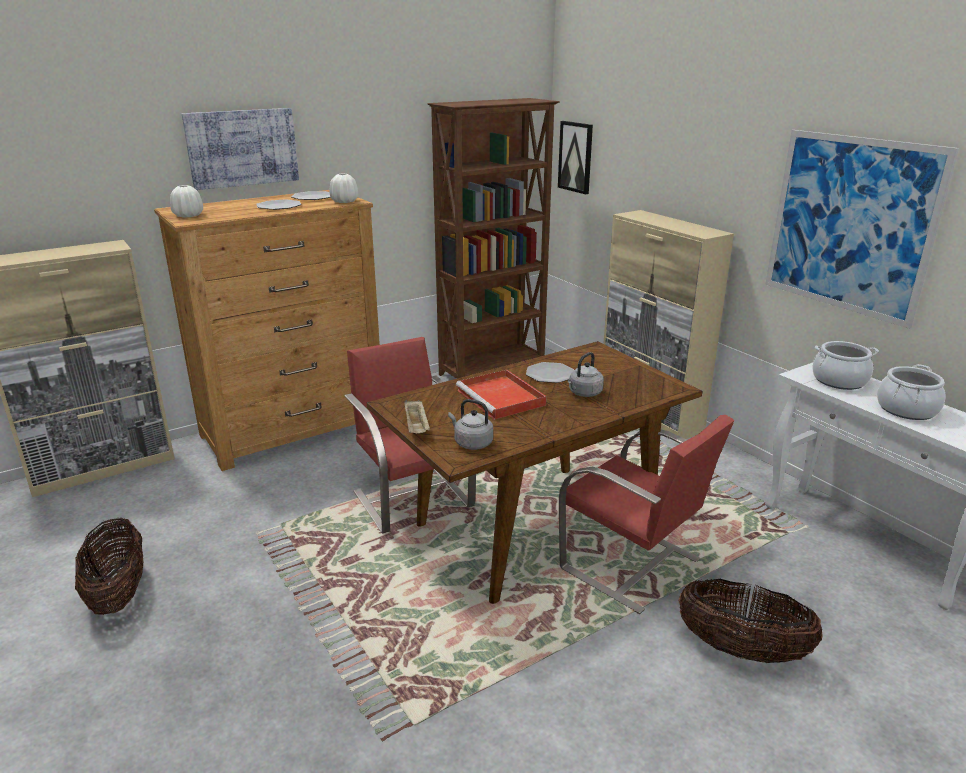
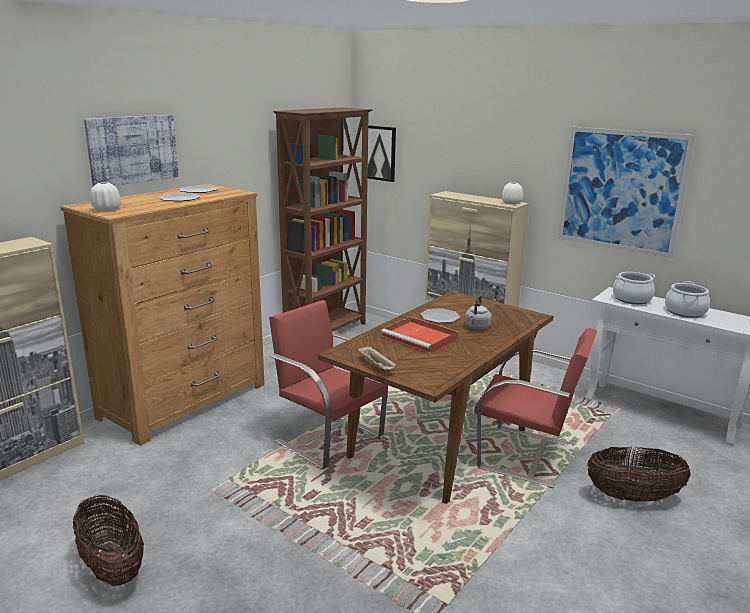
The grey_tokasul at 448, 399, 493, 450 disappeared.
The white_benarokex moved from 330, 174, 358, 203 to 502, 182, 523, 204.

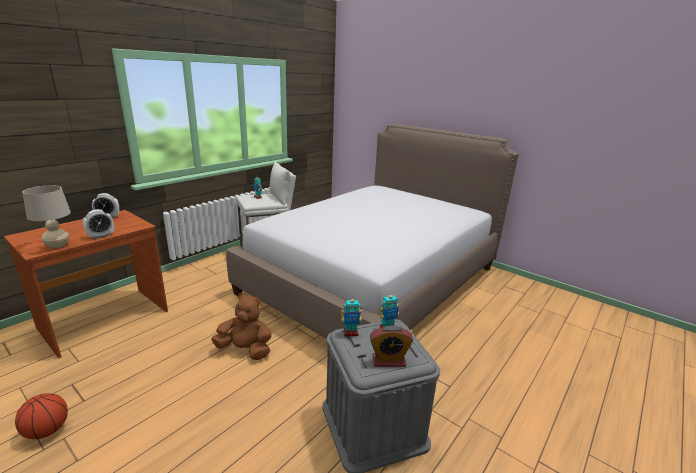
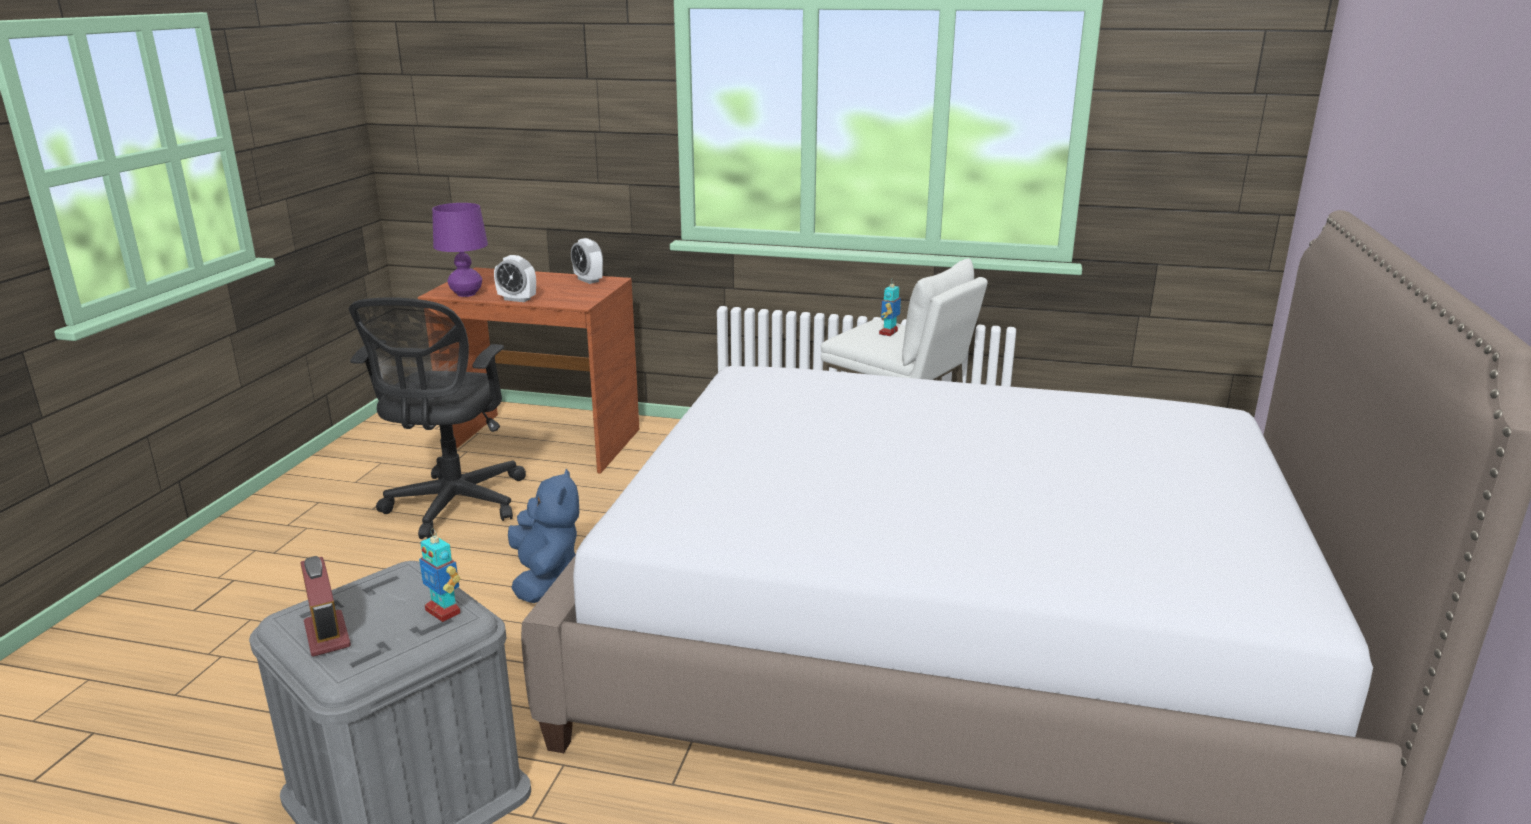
The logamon at 15, 393, 68, 439 disappeared.
The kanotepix at 341, 298, 362, 337 disappeared.
The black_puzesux at 349, 297, 526, 539 appeared.
The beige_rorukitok at 22, 185, 71, 248 became the purple_rorukitok at 432, 203, 488, 297.
The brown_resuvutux at 211, 293, 272, 360 became the blue_resuvutux at 508, 469, 579, 603.

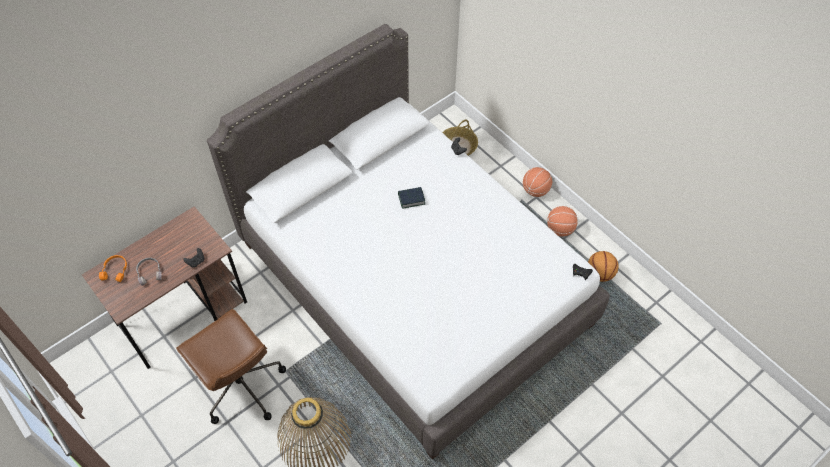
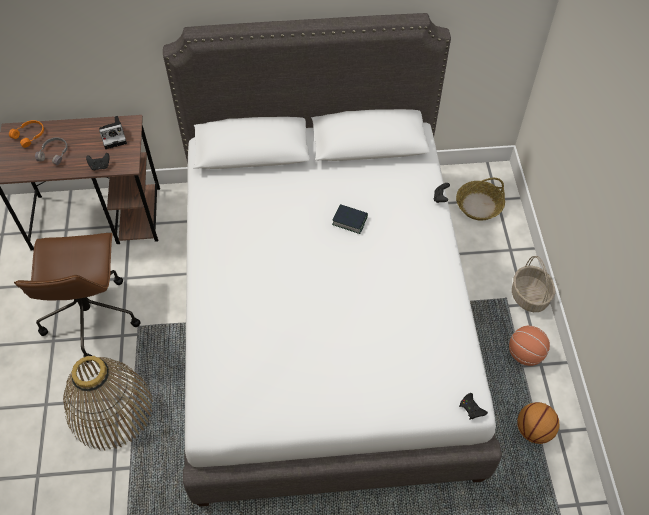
The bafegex at 99, 116, 127, 149 appeared.
The logamon at 523, 167, 552, 197 was replaced by the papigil at 512, 256, 555, 312.

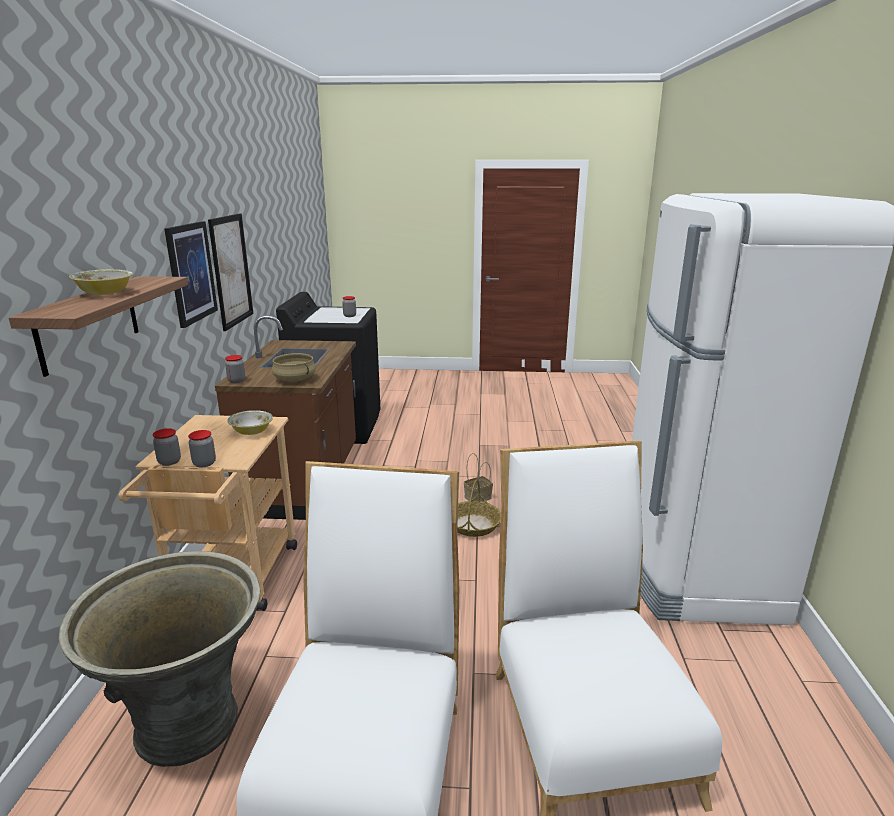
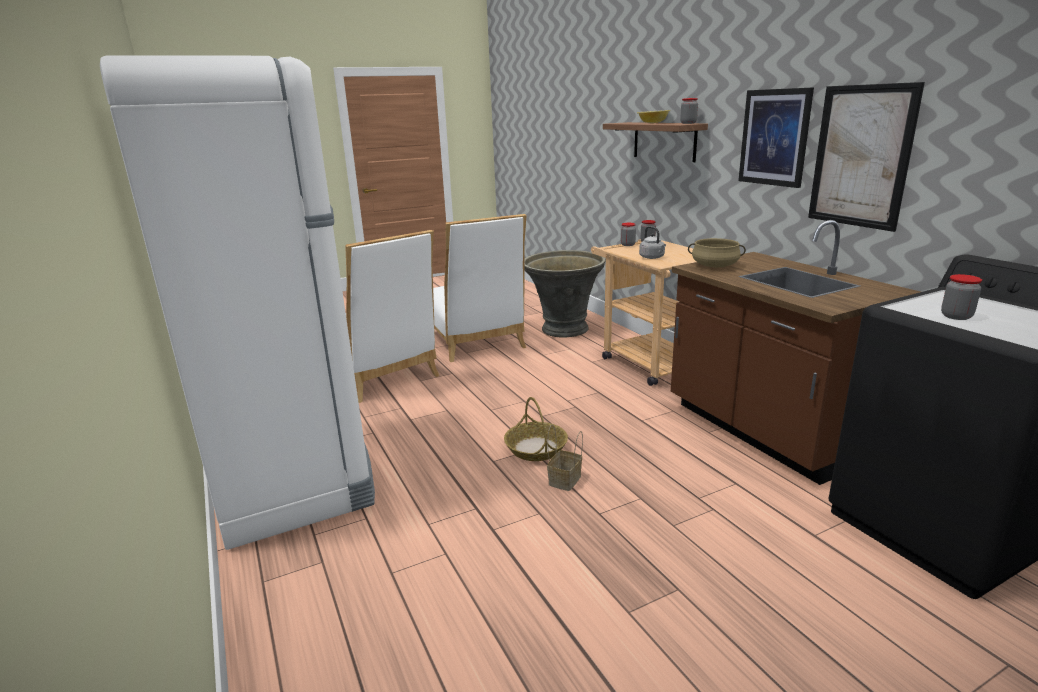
The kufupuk moved from 225, 355, 245, 383 to 680, 98, 698, 124.
The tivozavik at 227, 410, 273, 435 was replaced by the grey_tokasul at 639, 226, 666, 259.

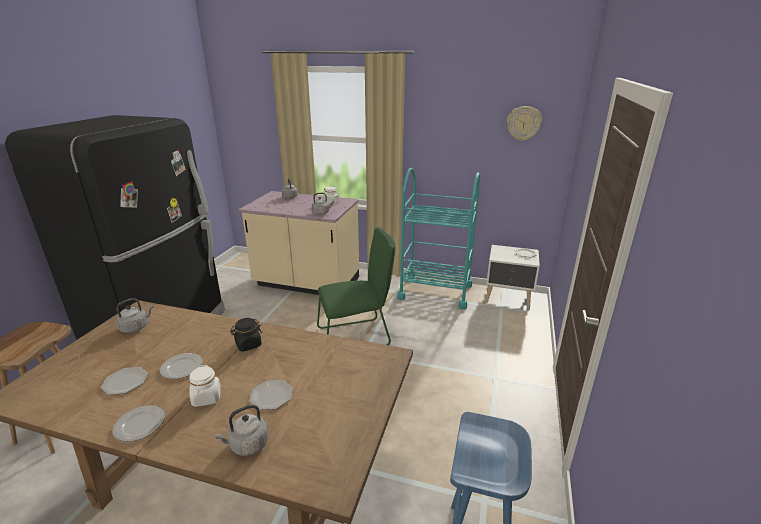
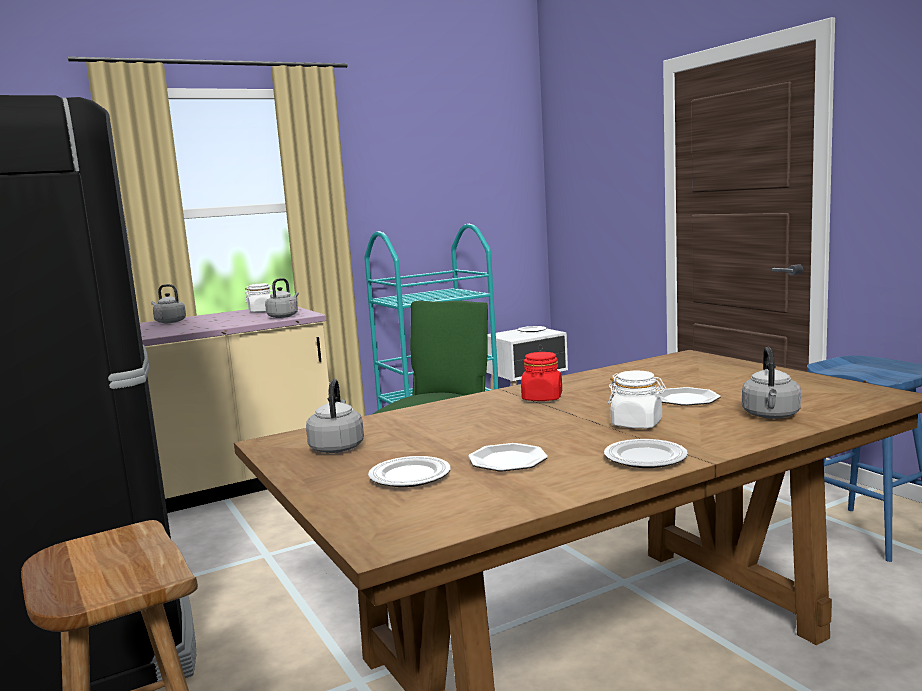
The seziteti at 507, 106, 542, 141 disappeared.
The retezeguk moved from 160, 353, 203, 379 to 368, 456, 450, 487.
The black_kufupuk at 230, 318, 262, 352 became the red_kufupuk at 521, 352, 562, 401.

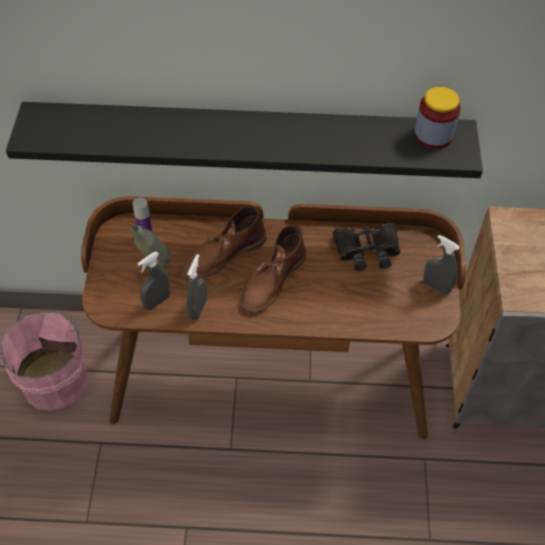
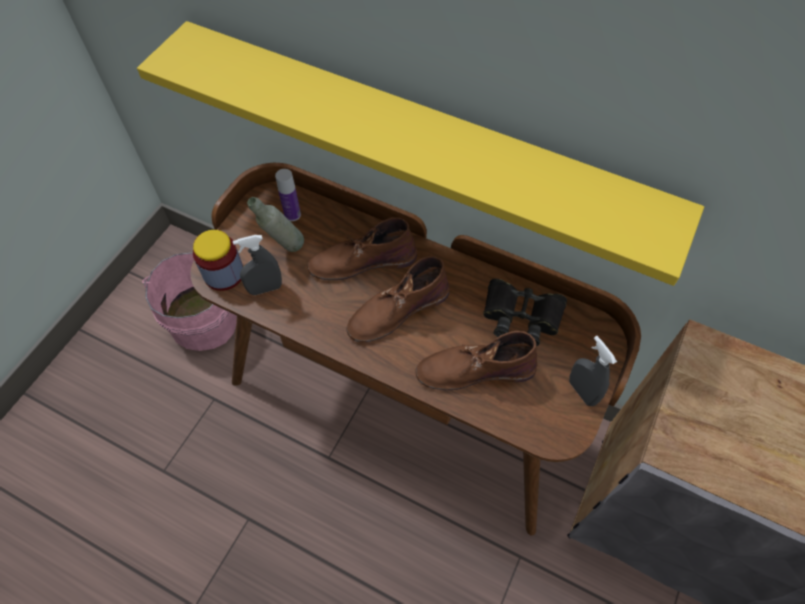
The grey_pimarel at 187, 254, 207, 320 disappeared.
The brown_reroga at 416, 331, 538, 390 appeared.
The kufupuk moved from 414, 87, 461, 149 to 193, 230, 243, 291.
The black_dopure at 6, 102, 483, 178 became the yellow_dopure at 137, 21, 704, 286.

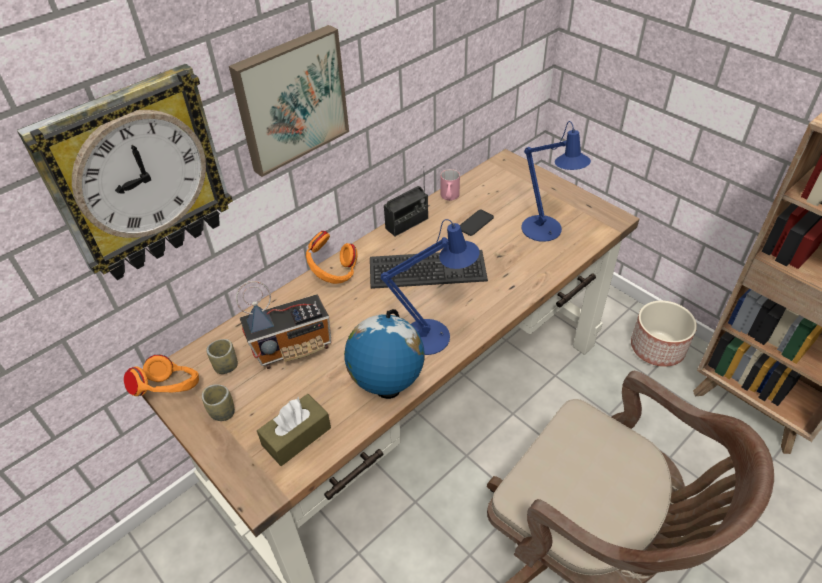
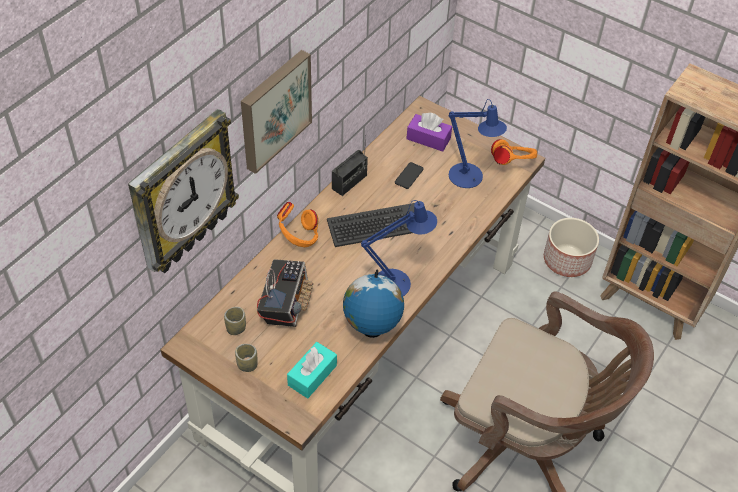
The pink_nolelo at 441, 169, 460, 201 disappeared.
The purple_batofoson at 406, 113, 452, 152 appeared.
The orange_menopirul moved from 124, 354, 199, 396 to 491, 139, 537, 165.
The brown_batofoson at 257, 394, 331, 466 became the turquoise_batofoson at 287, 342, 337, 399.
The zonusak at 236, 281, 332, 369 turned 45 degrees counterclockwise.

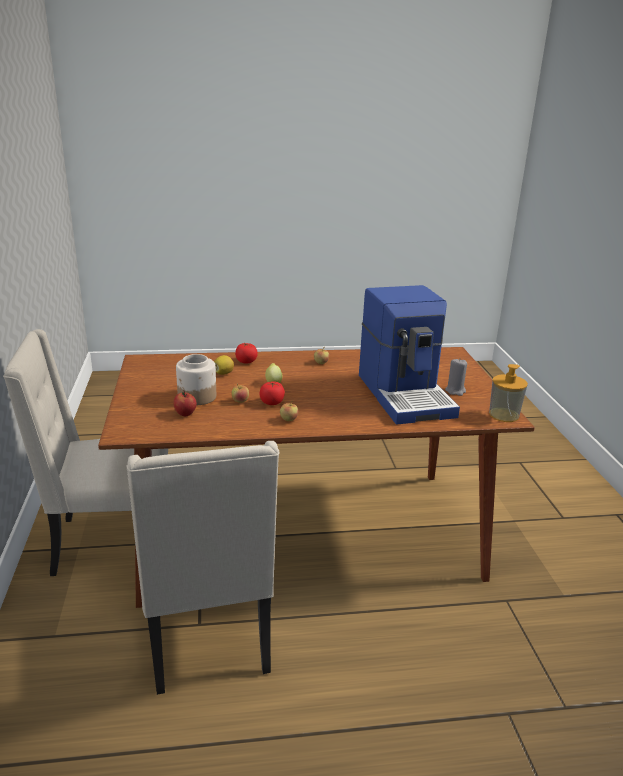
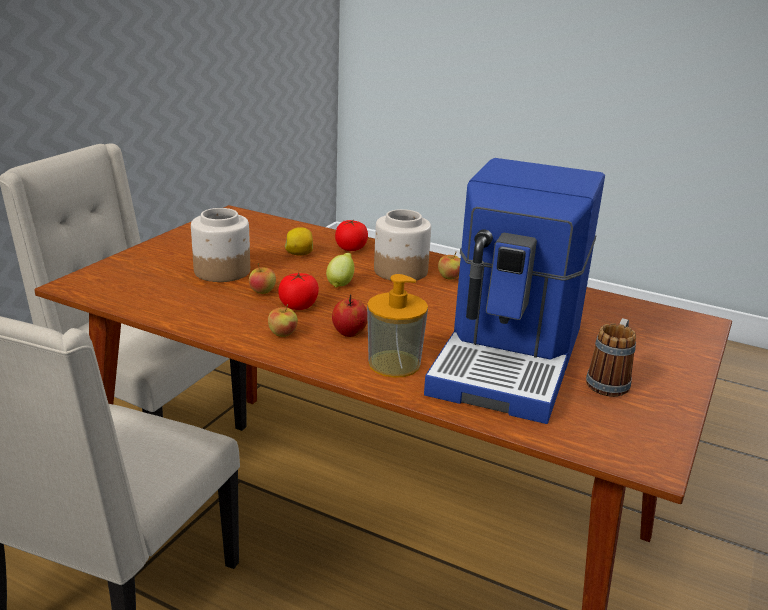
The kufupuk at 374, 209, 431, 280 appeared.
The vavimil moved from 173, 390, 197, 416 to 332, 294, 368, 337.
The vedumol moved from 489, 364, 528, 422 to 367, 274, 428, 378.
The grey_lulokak at 445, 359, 467, 396 was replaced by the nolelo at 586, 318, 636, 397.

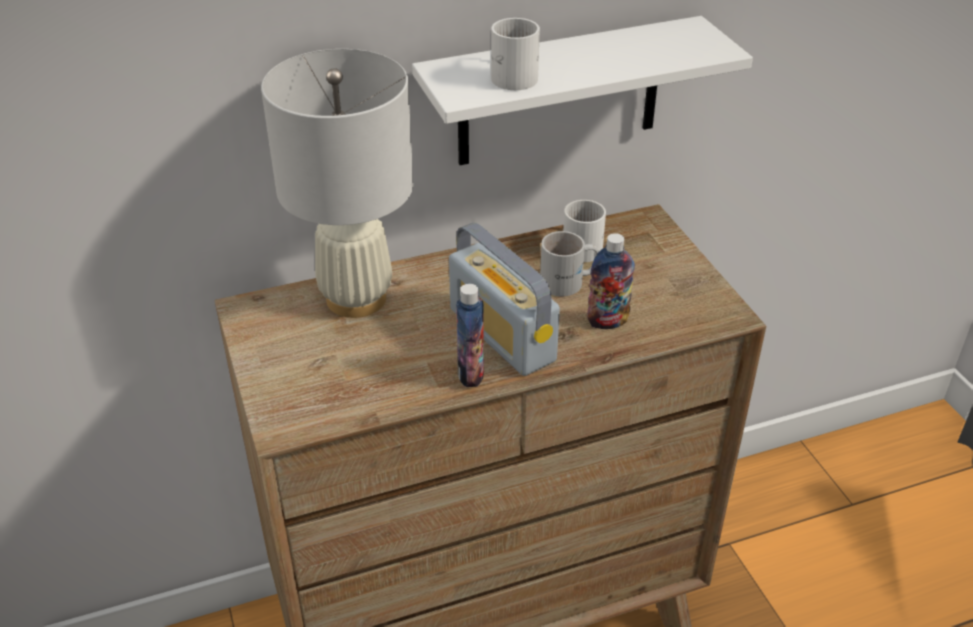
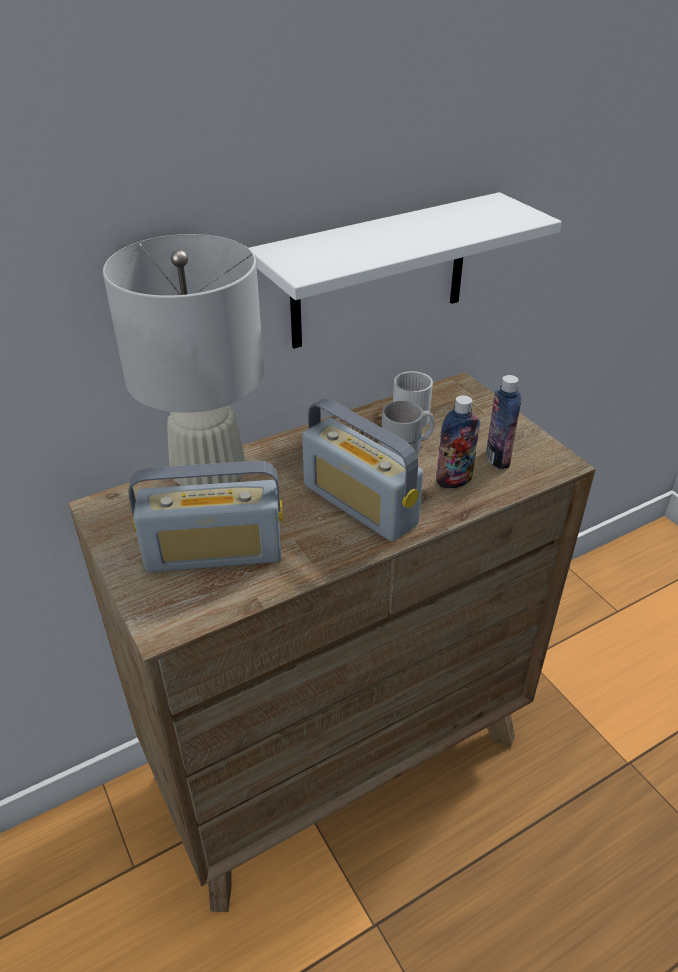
The white_nolelo at 491, 18, 540, 90 disappeared.
The zonusak at 129, 461, 283, 572 appeared.
The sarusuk moved from 456, 284, 484, 387 to 486, 375, 521, 469.

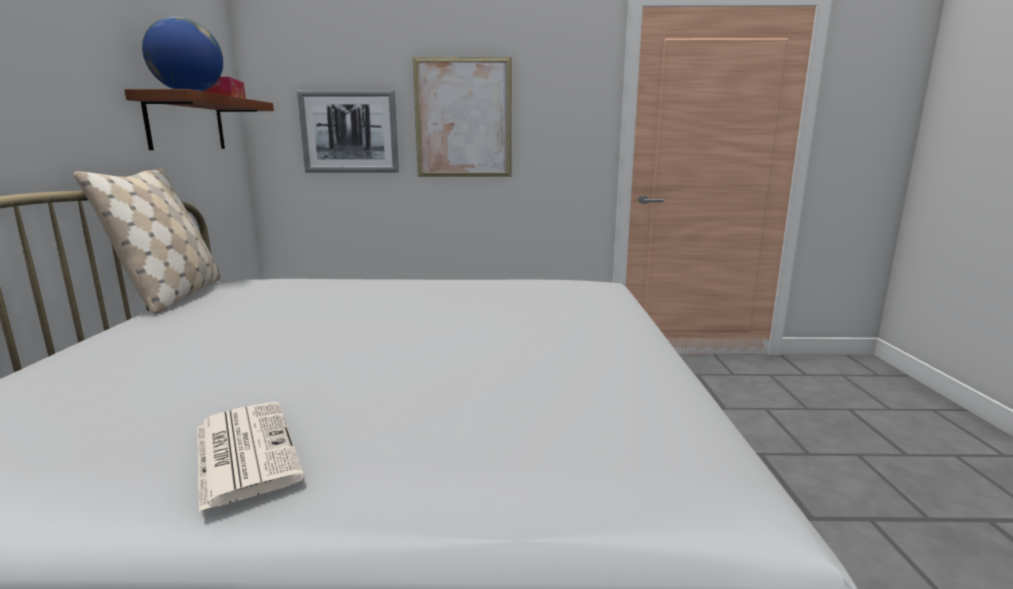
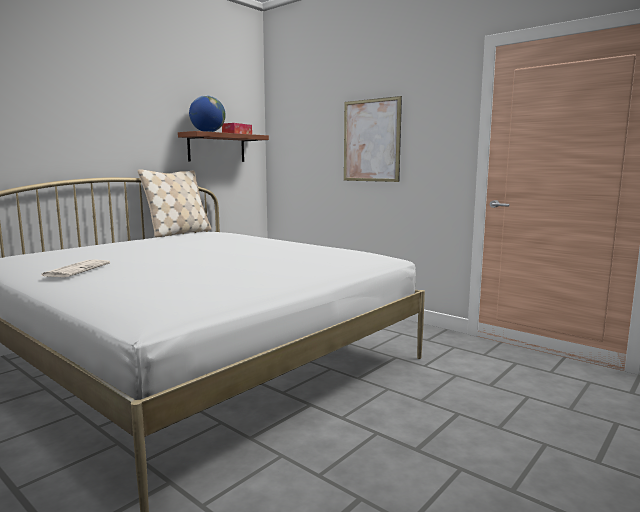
The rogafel at 297, 90, 399, 172 disappeared.

